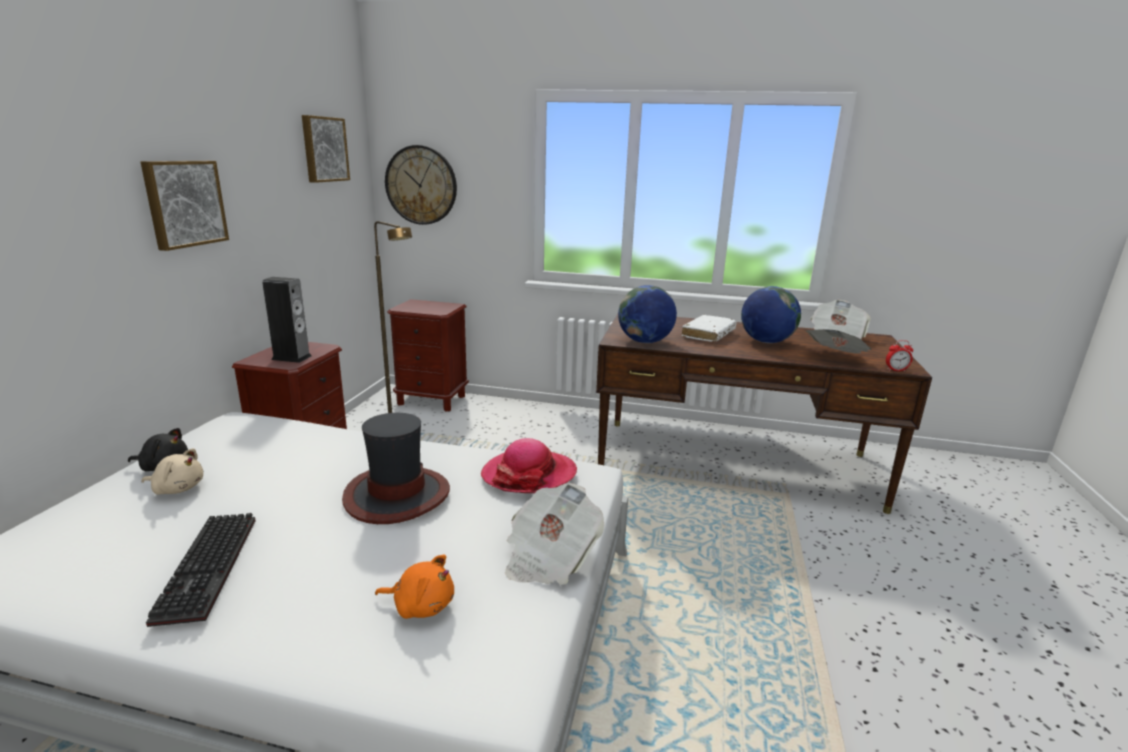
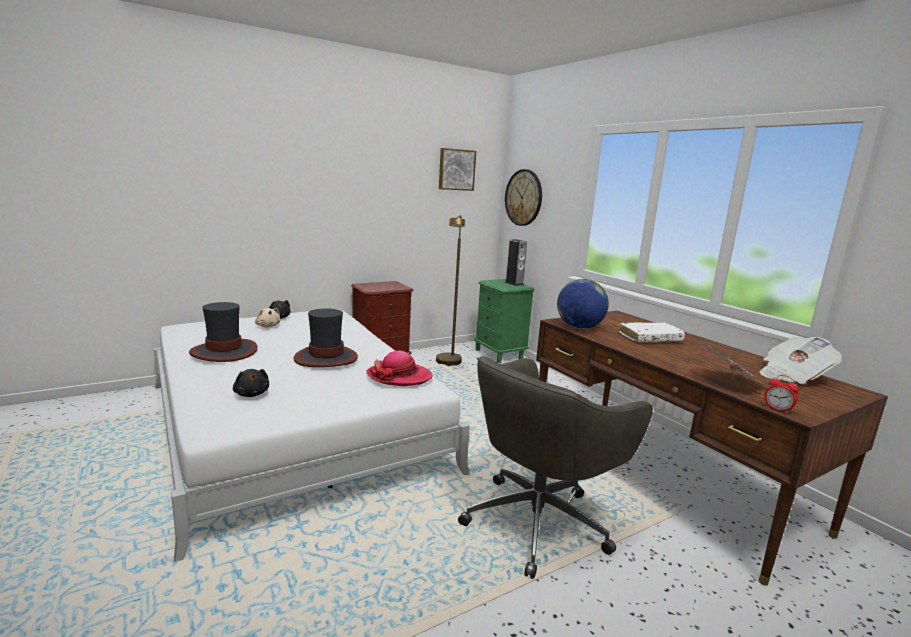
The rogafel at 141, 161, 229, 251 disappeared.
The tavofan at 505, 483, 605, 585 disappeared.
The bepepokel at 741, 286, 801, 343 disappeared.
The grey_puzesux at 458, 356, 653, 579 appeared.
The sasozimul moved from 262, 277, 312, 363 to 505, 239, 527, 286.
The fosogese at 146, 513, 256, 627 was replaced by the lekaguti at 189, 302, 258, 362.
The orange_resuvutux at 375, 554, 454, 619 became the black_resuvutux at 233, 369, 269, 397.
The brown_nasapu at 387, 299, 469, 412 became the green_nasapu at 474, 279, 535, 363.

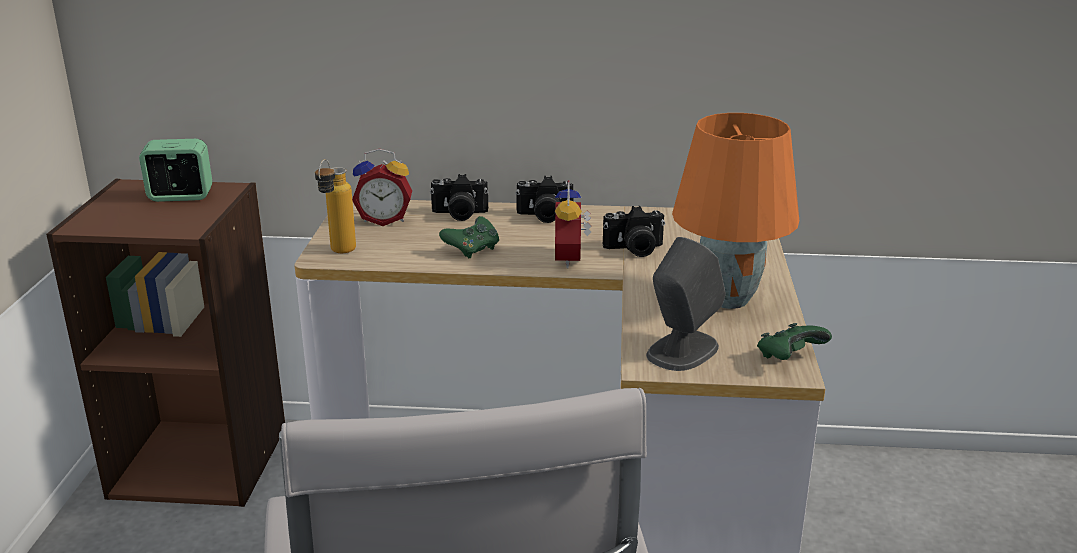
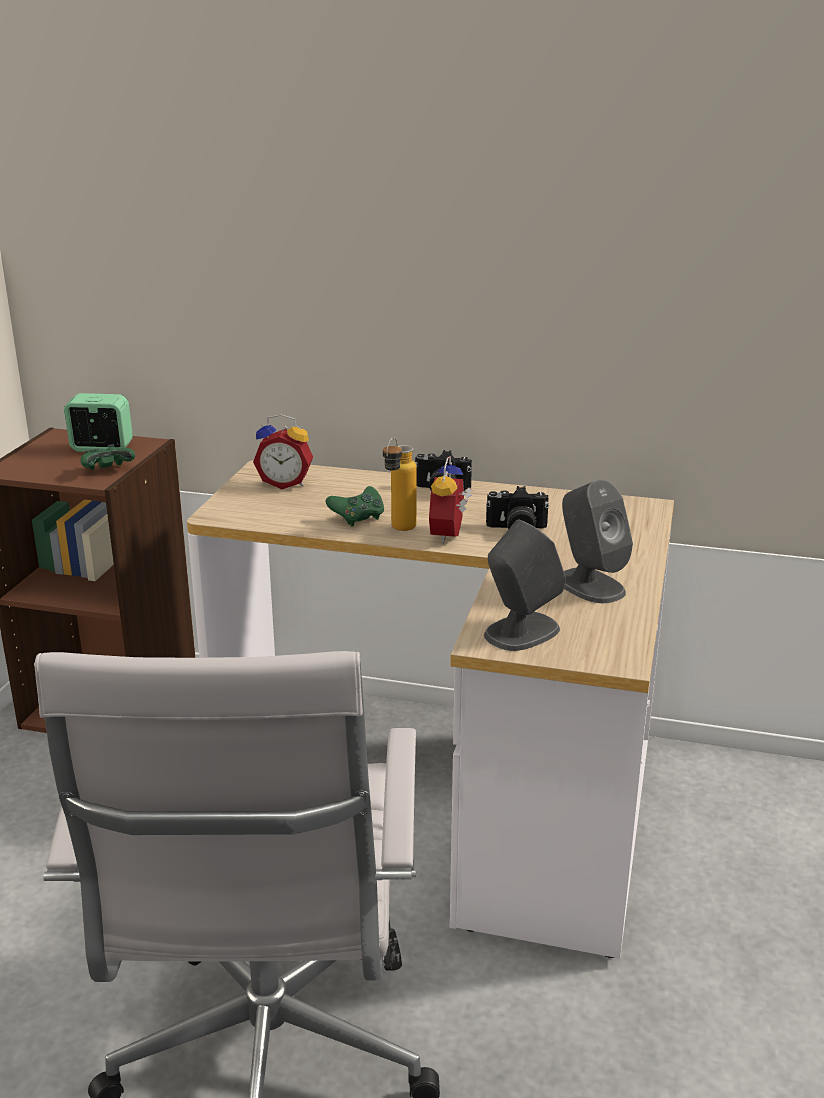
The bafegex at 430, 174, 488, 221 disappeared.
The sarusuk moved from 315, 159, 356, 253 to 383, 437, 417, 531.
The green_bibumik moved from 757, 323, 832, 360 to 81, 444, 135, 470.
The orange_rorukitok at 672, 113, 799, 309 was replaced by the grey_sasozimul at 562, 480, 633, 603.

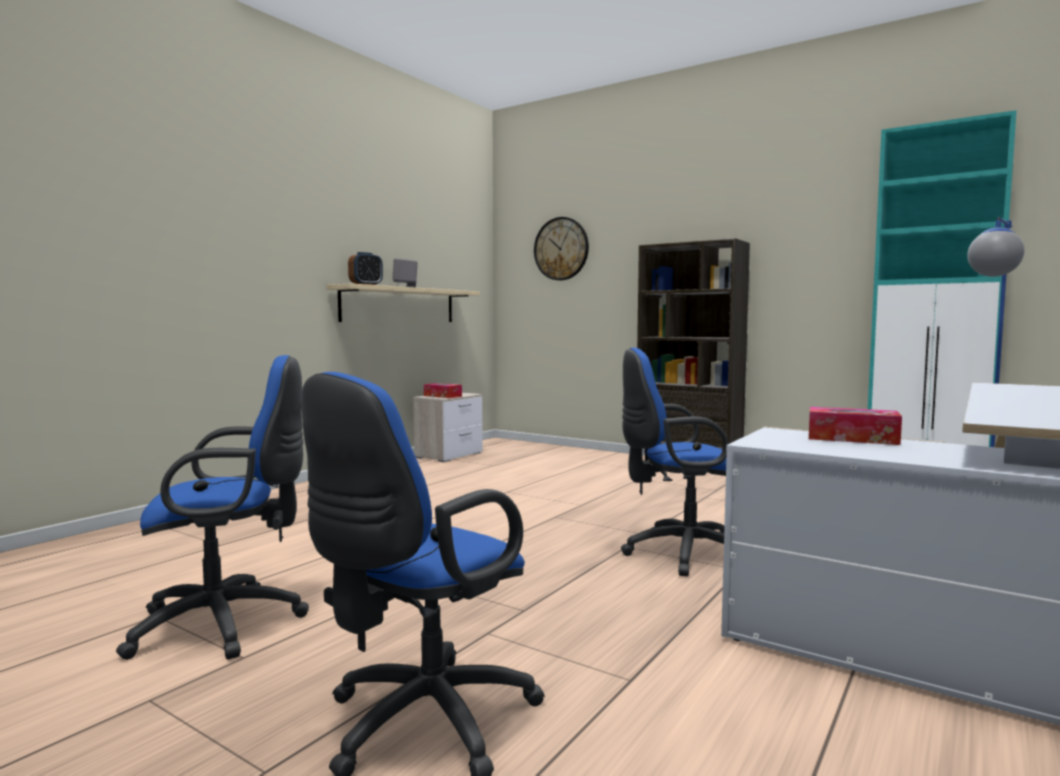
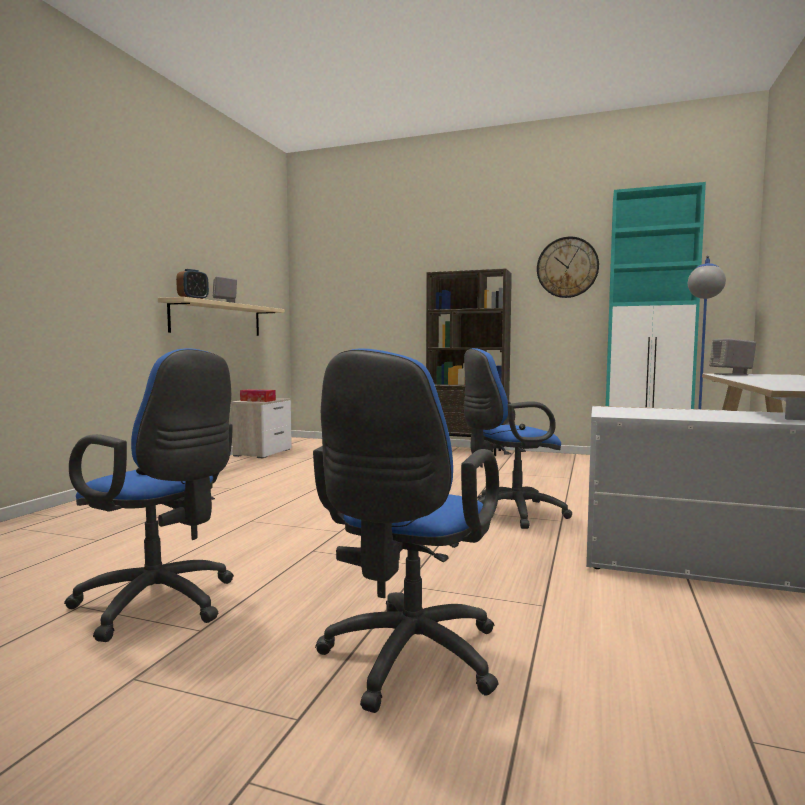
The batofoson at 809, 407, 902, 445 disappeared.
The grey_sasozimul at 709, 339, 756, 375 appeared.
The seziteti moved from 534, 217, 589, 280 to 537, 237, 599, 298.
The blue_puzesux at 116, 355, 309, 660 turned 60 degrees clockwise.

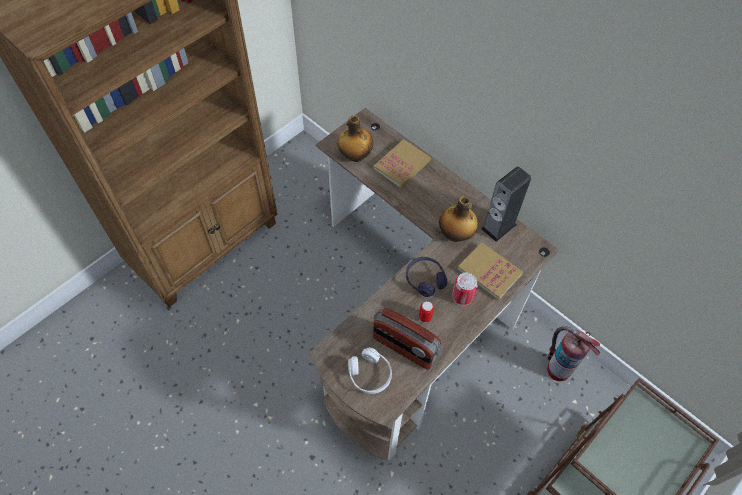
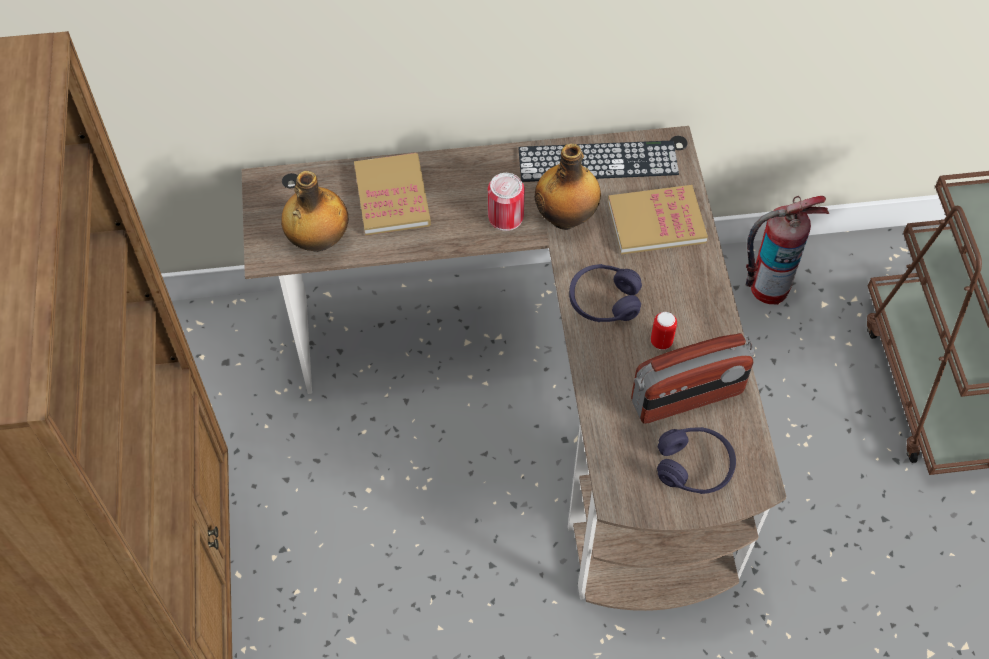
The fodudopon moved from 452, 273, 478, 306 to 488, 173, 525, 231.
The sasozimul at 481, 166, 531, 242 was replaced by the fosogese at 519, 141, 679, 182.
The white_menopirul at 348, 347, 392, 394 became the purple_menopirul at 657, 427, 736, 494.

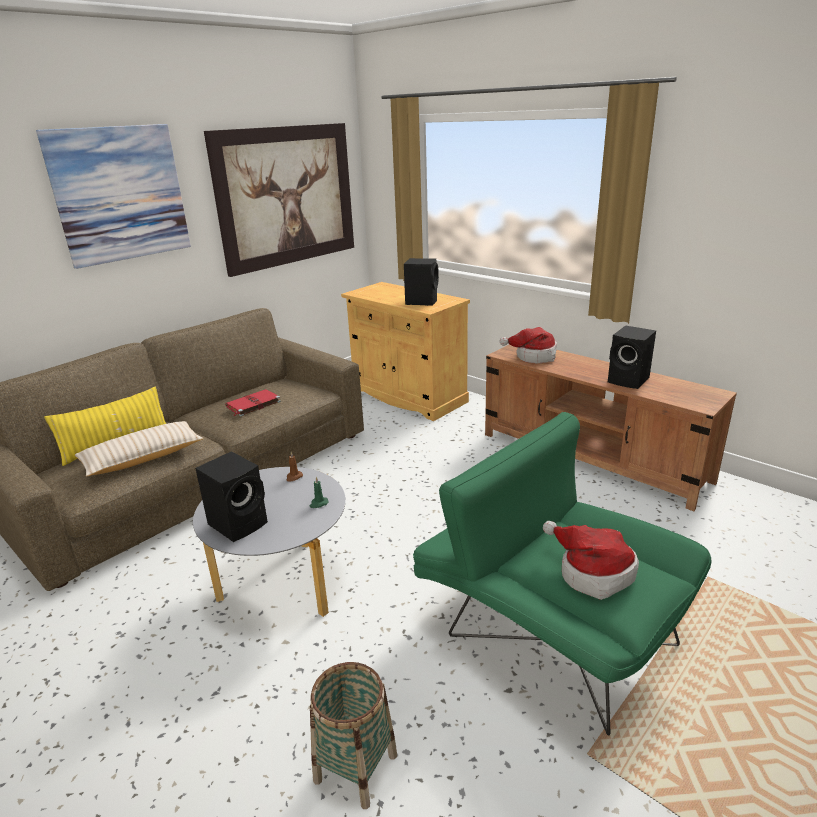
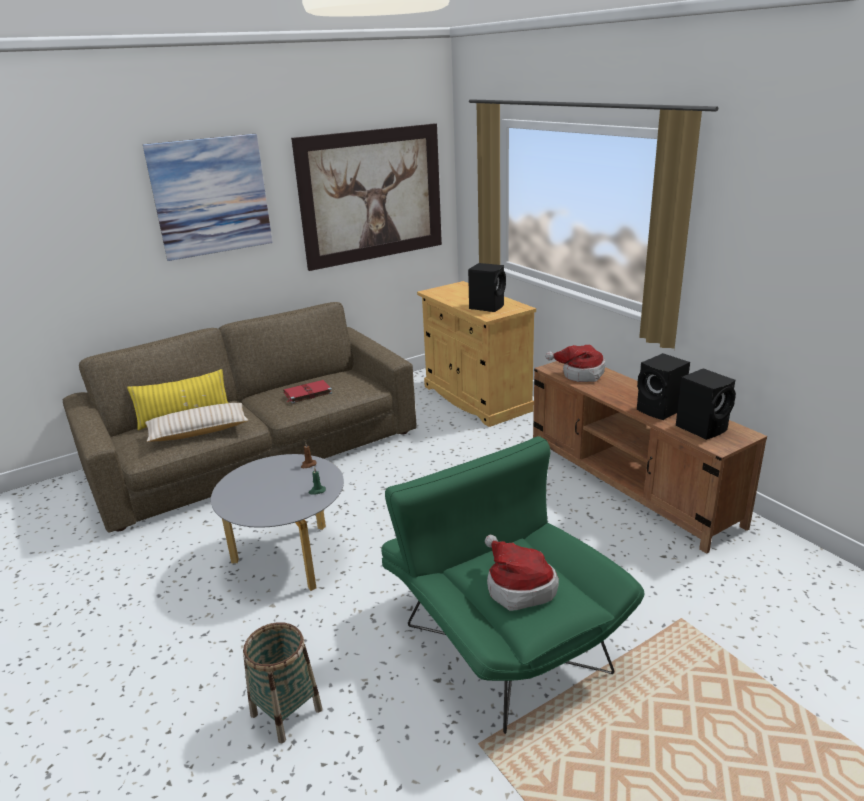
The black_sasozimul moved from 195, 451, 268, 542 to 676, 368, 736, 440.

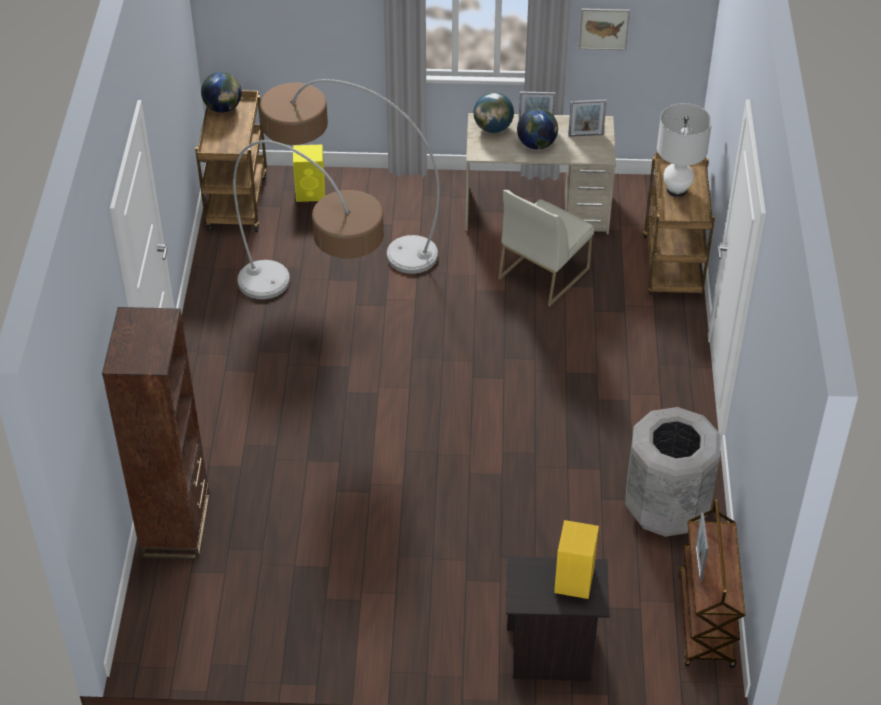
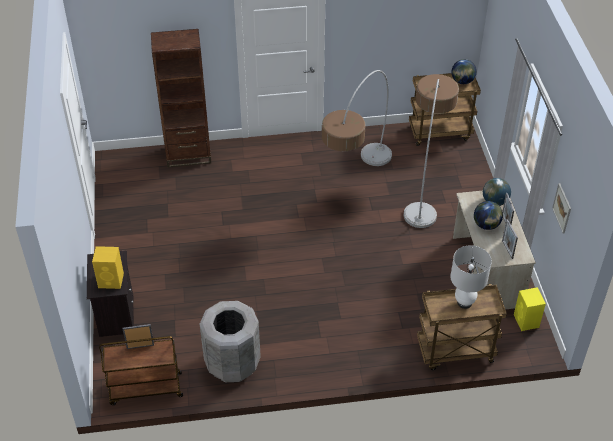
The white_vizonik at 498, 190, 594, 307 disappeared.
The yellow_sasozimul moved from 293, 144, 325, 202 to 514, 287, 546, 331.

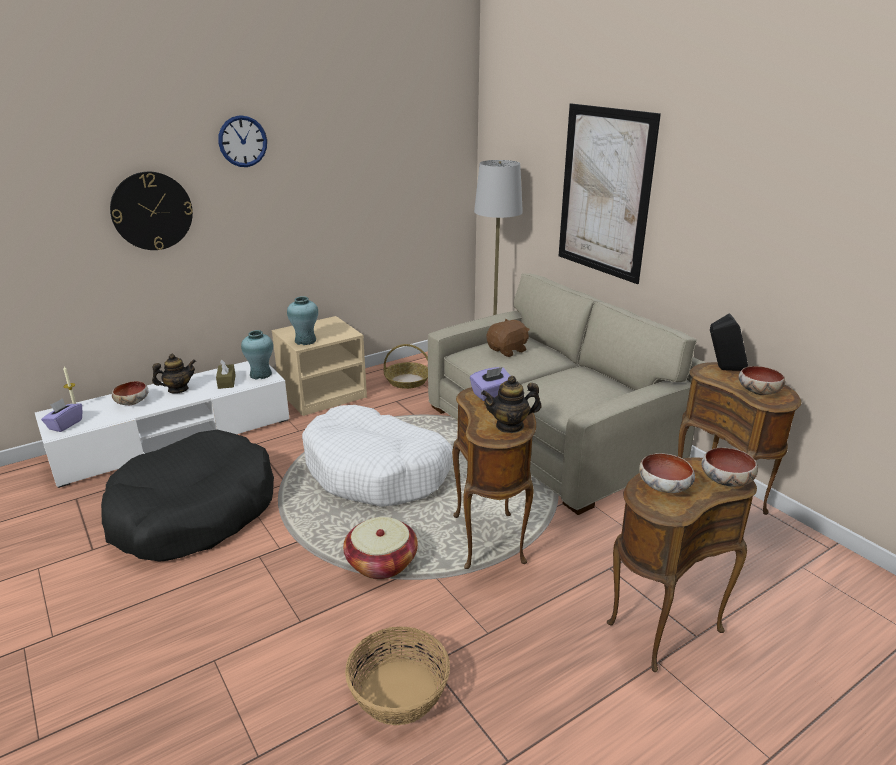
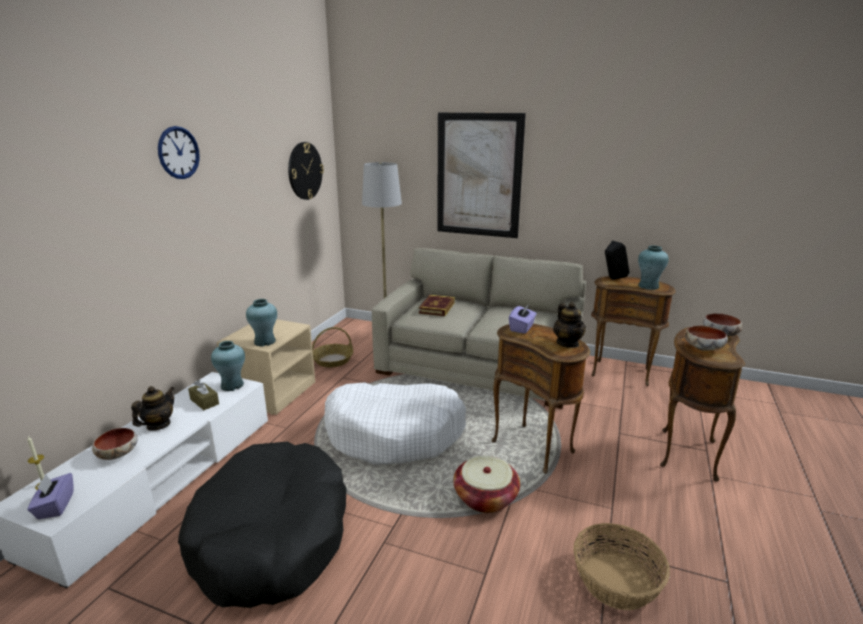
The seziteti moved from 110, 172, 193, 250 to 288, 142, 324, 200.
The brown_resuvutux at 487, 319, 530, 357 was replaced by the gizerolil at 419, 295, 455, 316.
The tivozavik at 739, 366, 785, 395 was replaced by the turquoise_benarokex at 638, 245, 669, 290.
The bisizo at 481, 376, 542, 433 turned 60 degrees counterclockwise.

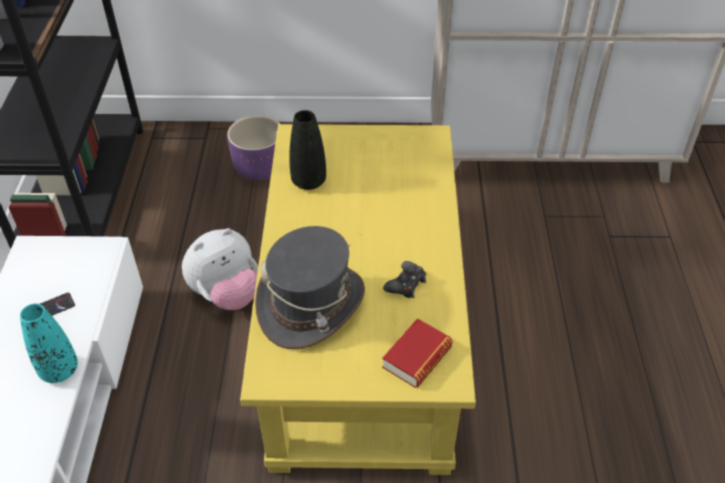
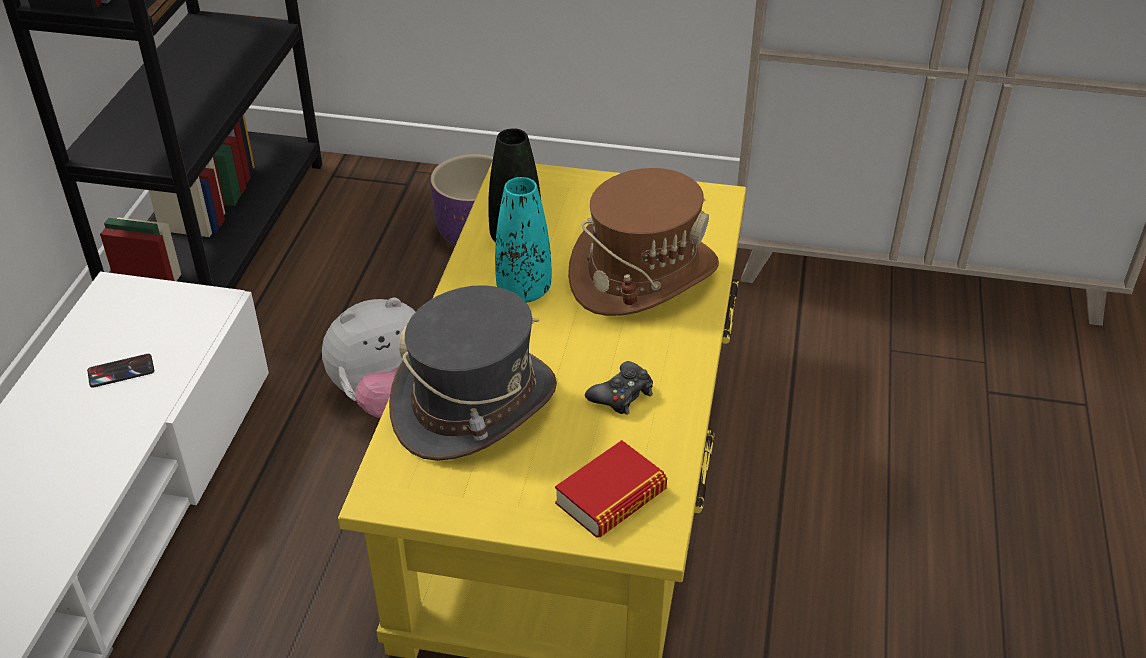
The brown_lekaguti at 568, 168, 719, 316 appeared.
The turquoise_benarokex moved from 20, 304, 78, 383 to 495, 177, 551, 303.

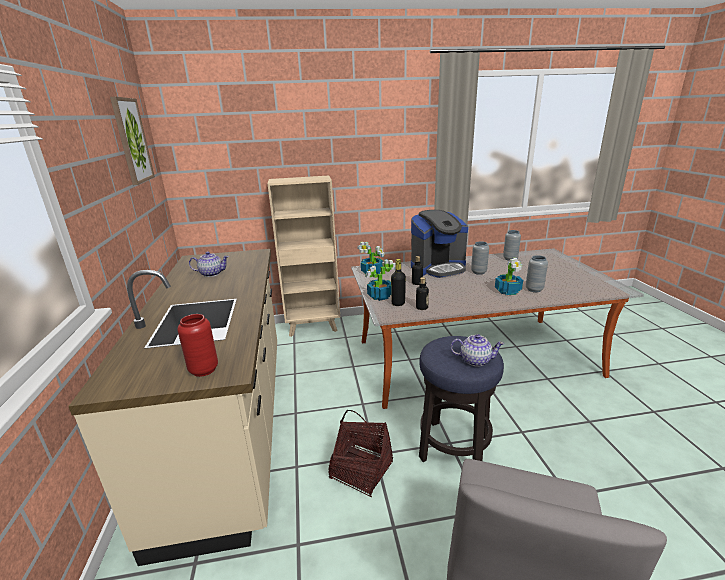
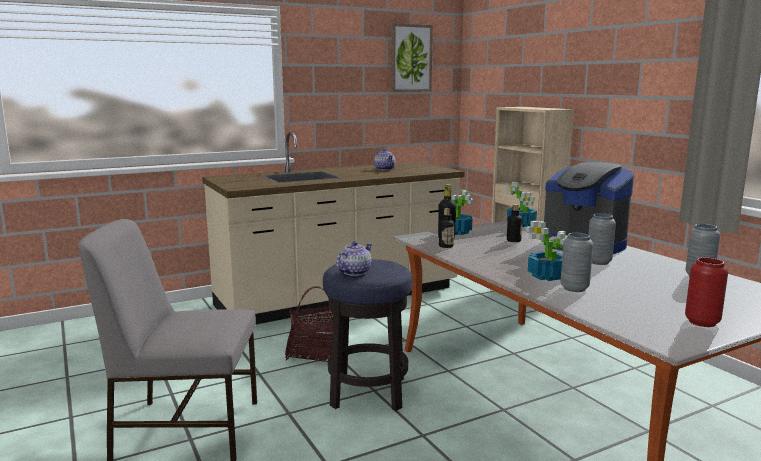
The red_benarokex moved from 177, 314, 218, 377 to 685, 257, 728, 327.
The bisizo at 450, 334, 504, 366 turned 135 degrees counterclockwise.

